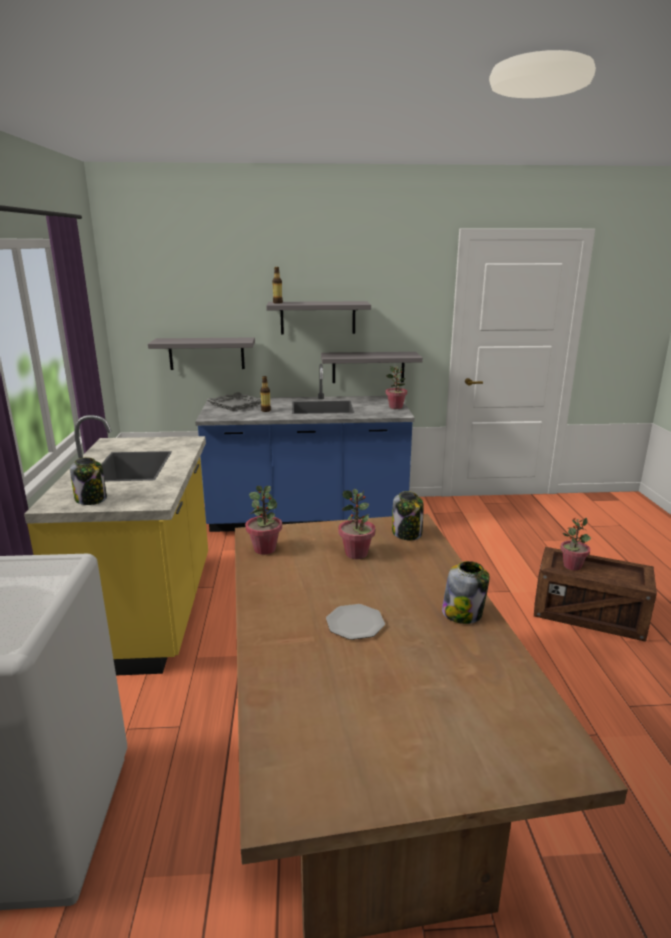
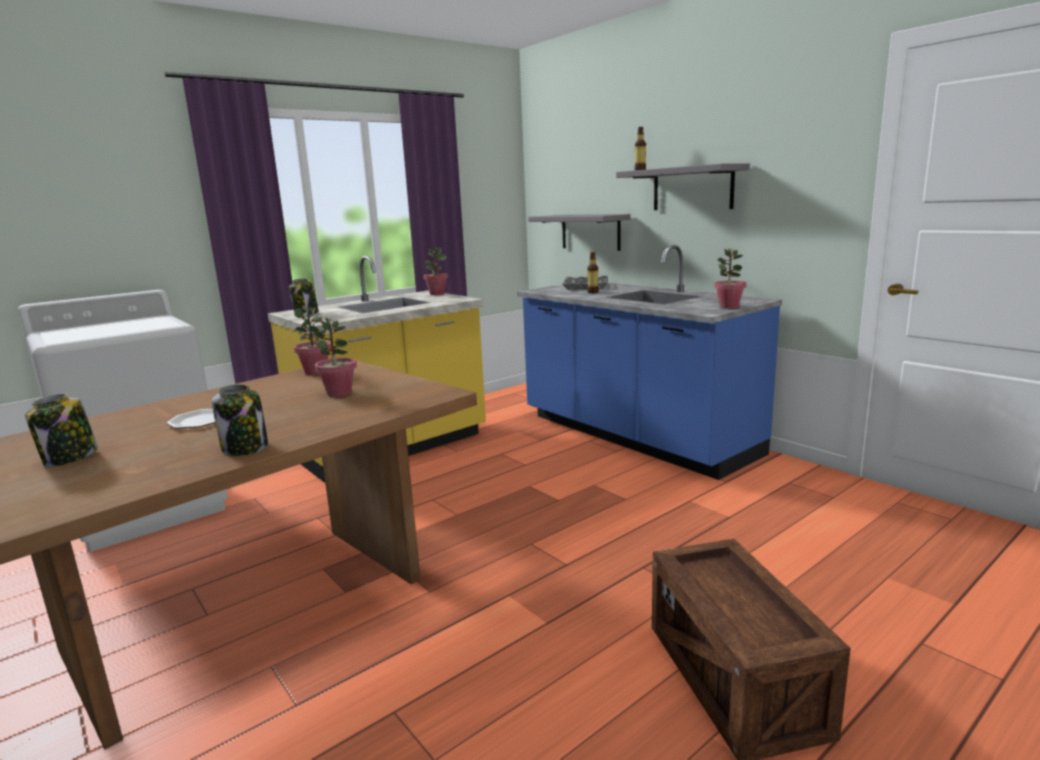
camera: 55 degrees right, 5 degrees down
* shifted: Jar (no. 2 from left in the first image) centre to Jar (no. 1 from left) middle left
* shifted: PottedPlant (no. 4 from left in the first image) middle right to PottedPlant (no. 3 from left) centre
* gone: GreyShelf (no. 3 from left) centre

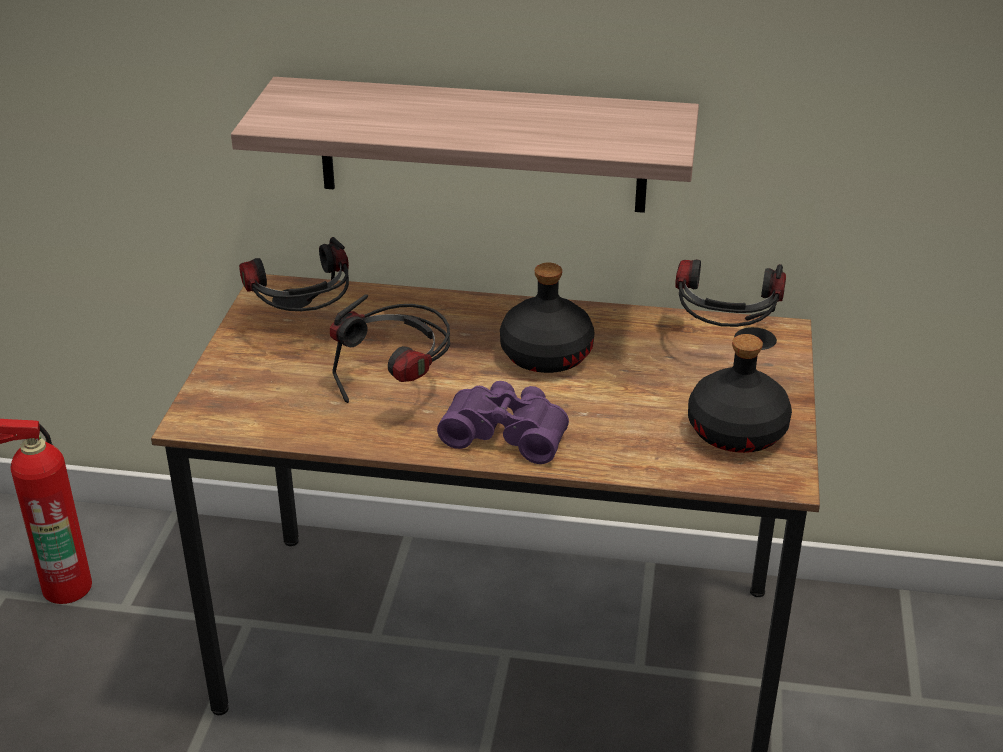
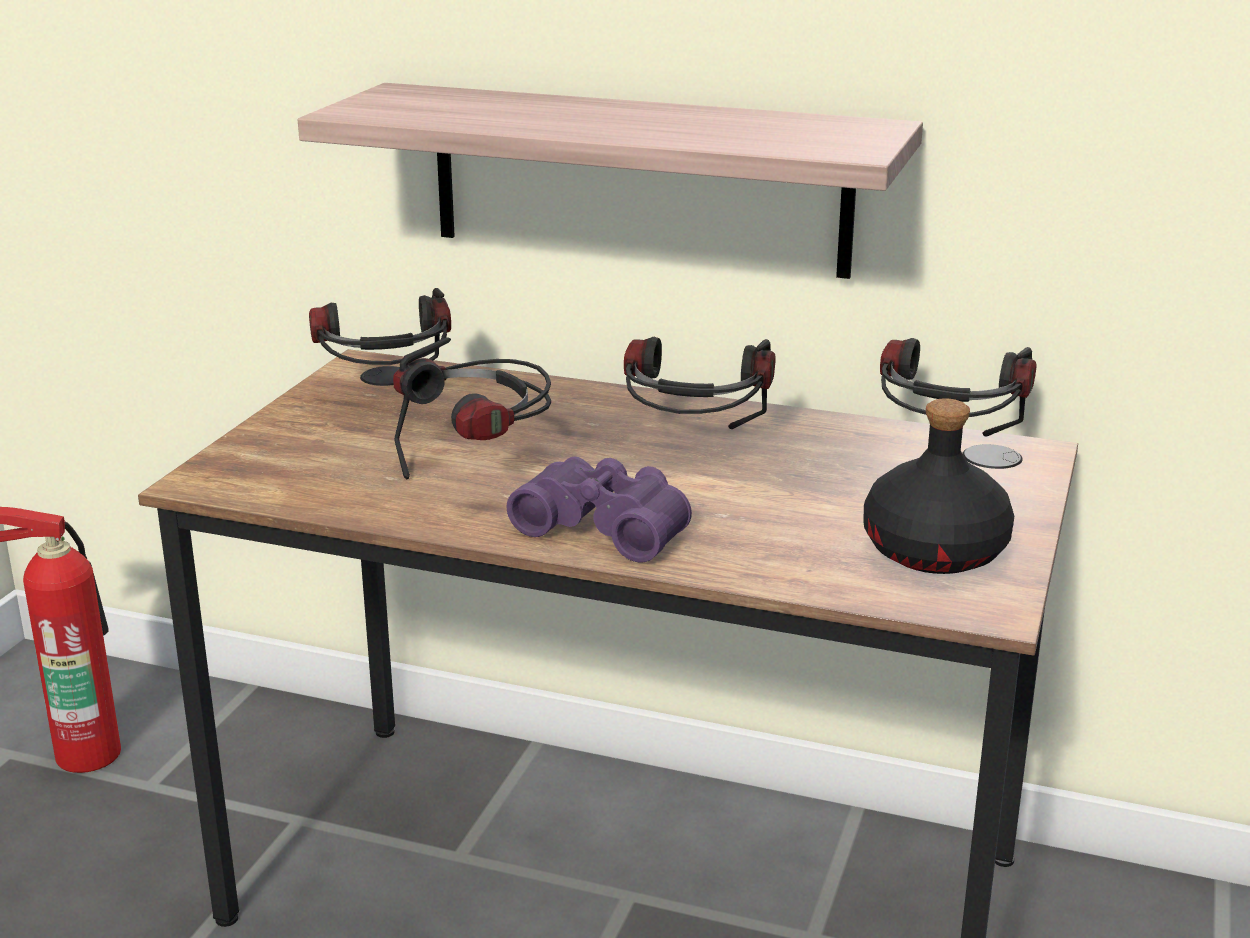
camera: 10 degrees right, 10 degrees down
* swapped: BlackBottle (no. 1 from left) centre to Headphones (no. 3 from left) centre

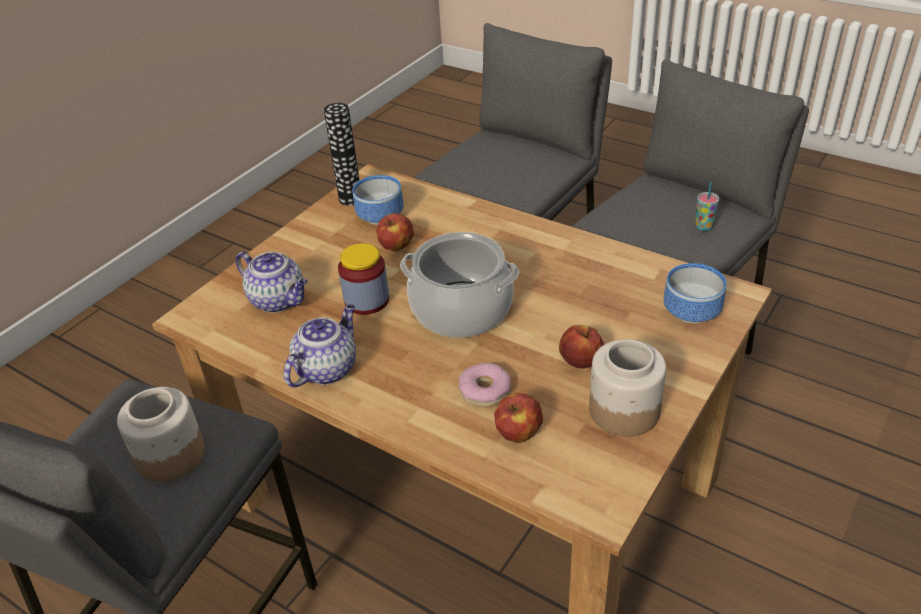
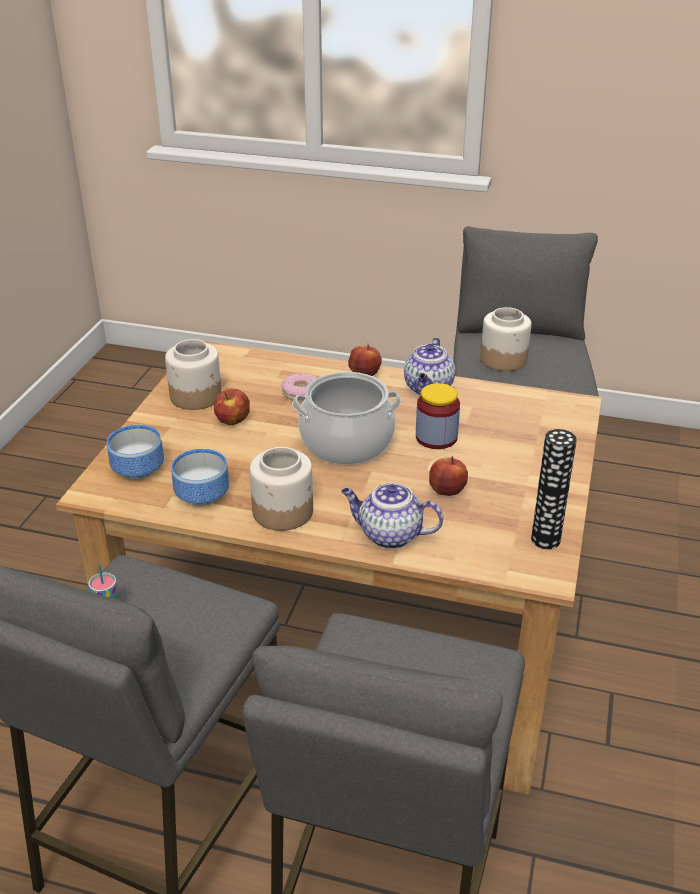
camera: 160 degrees right, 5 degrees down
* shifted: Bowl (no. 1 from left in the first image) top centre to Bowl (no. 2 from left) middle left
* new: Jar (no. 2 from left) centre
* shifted: Teapot (no. 1 from left) middle left to centre
* shifted: Apple (no. 2 from left) bottom centre to centre

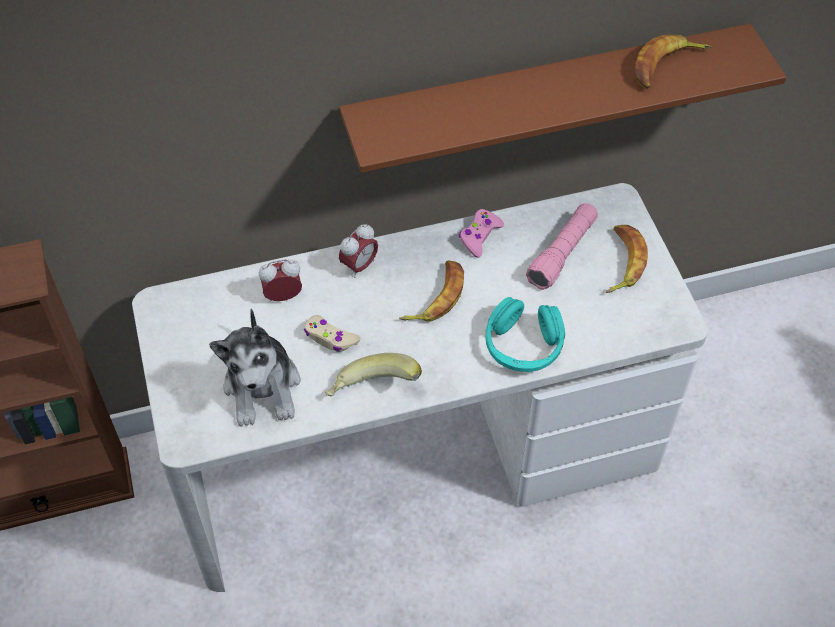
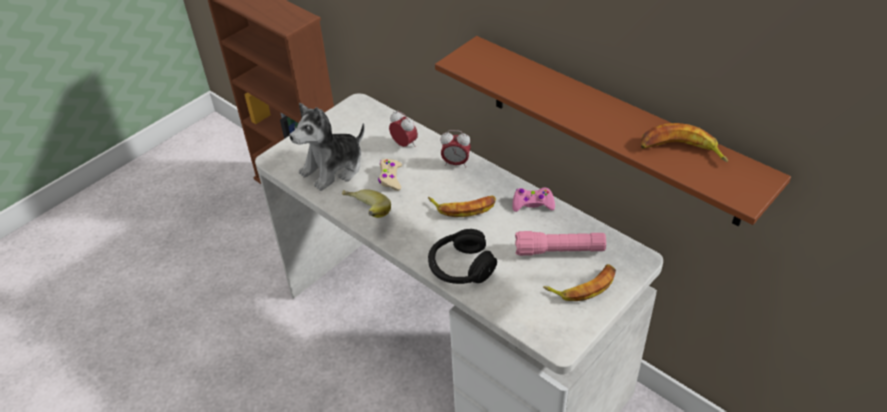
camera: 60 degrees right, 10 degrees down
* repainted: TurquoiseHeadphones centre to BlackHeadphones centre

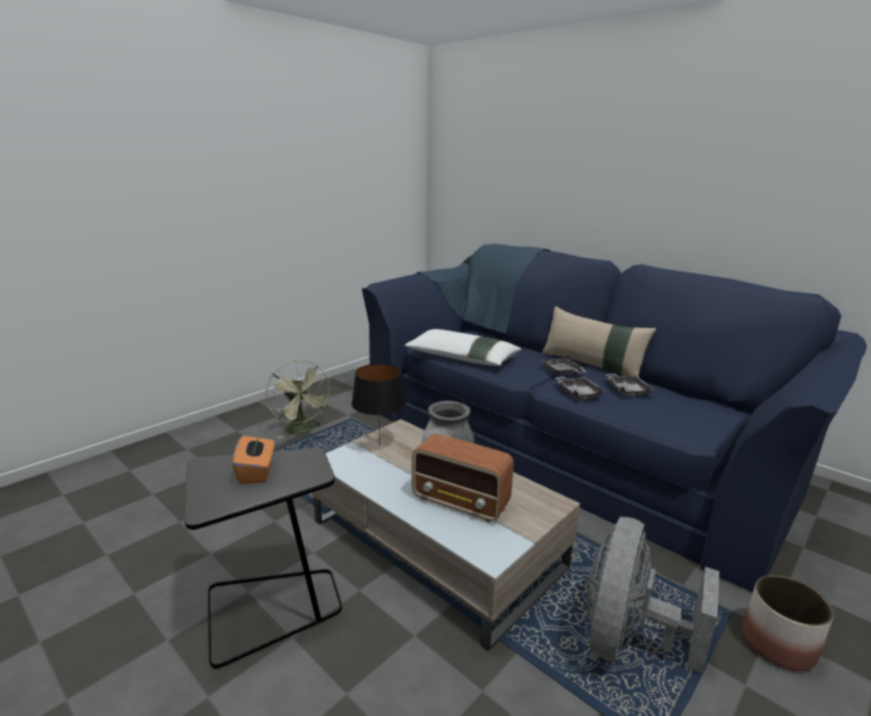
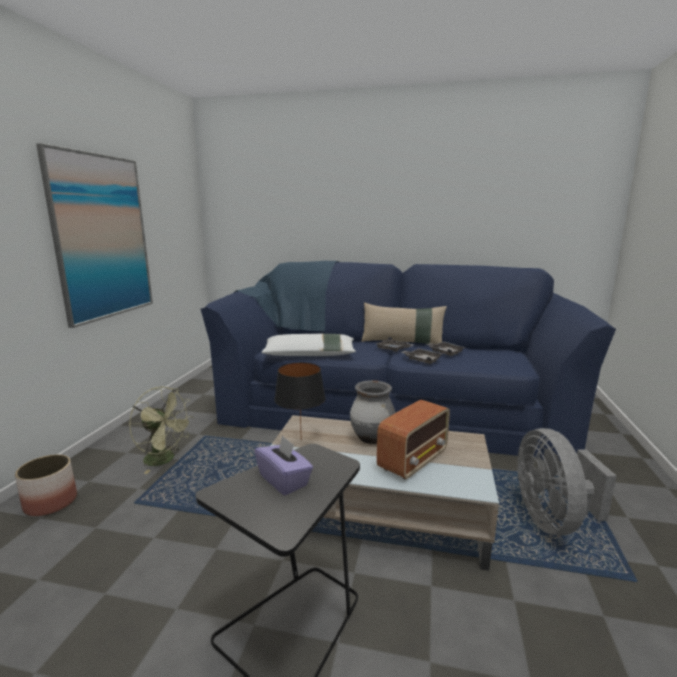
camera: 30 degrees left, 5 degrees down
* shifted: Planter bottom right to bottom left
* new: Picture middle left
* repainted: OrangeTissueBox middle left to PurpleTissueBox bottom centre
* rotated: Radio bottom centre = centre 45 degrees counterclockwise

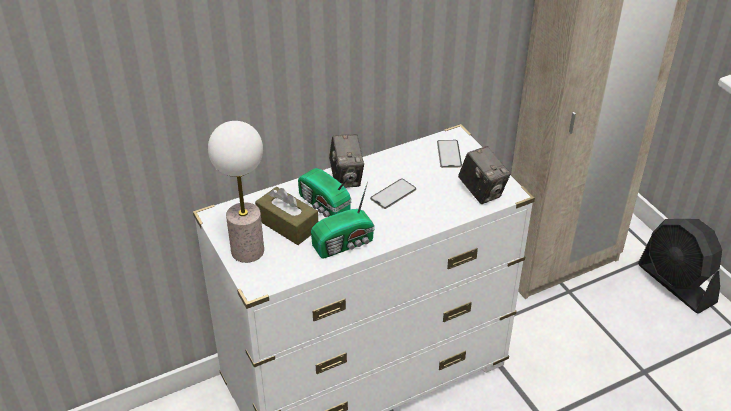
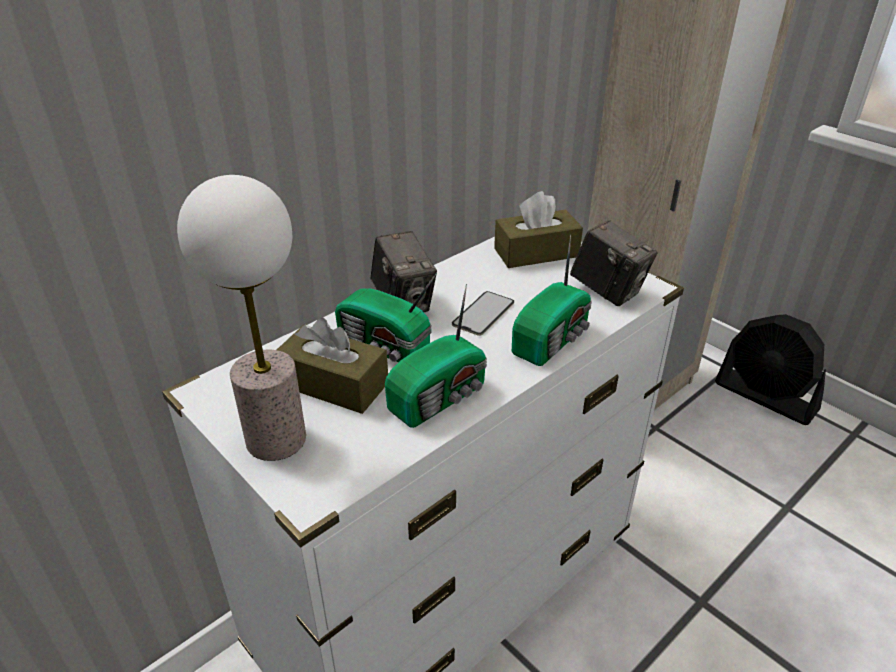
camera: 15 degrees left, 5 degrees down
* swapped: Phone (no. 2 from left) centre to BrownTissueBox (no. 2 from left) centre
* new: Radio (no. 3 from left) centre

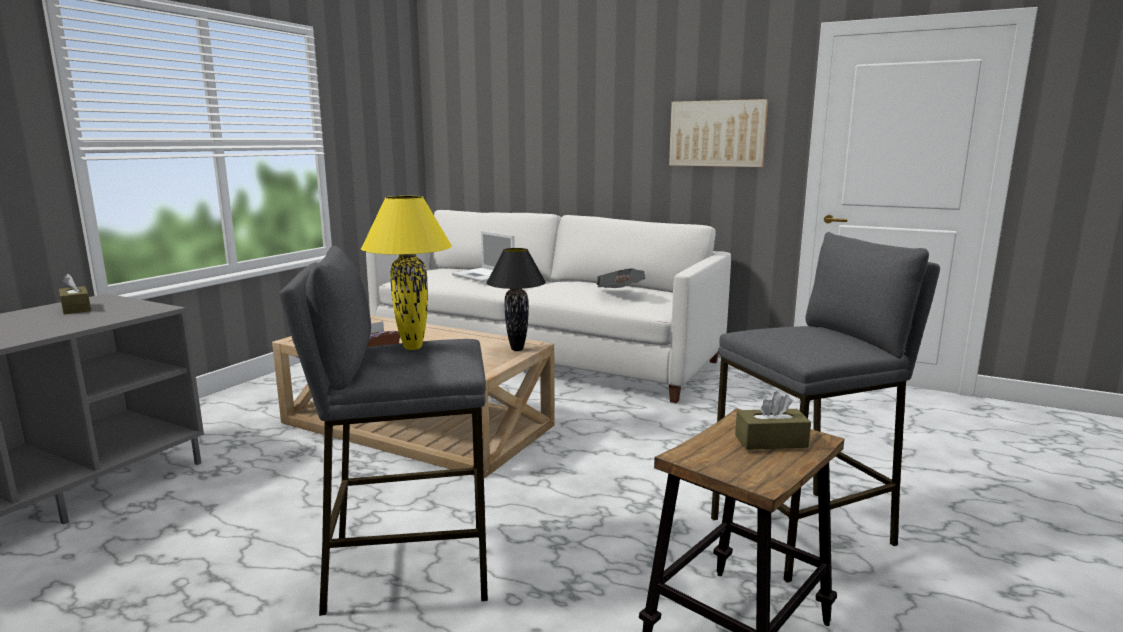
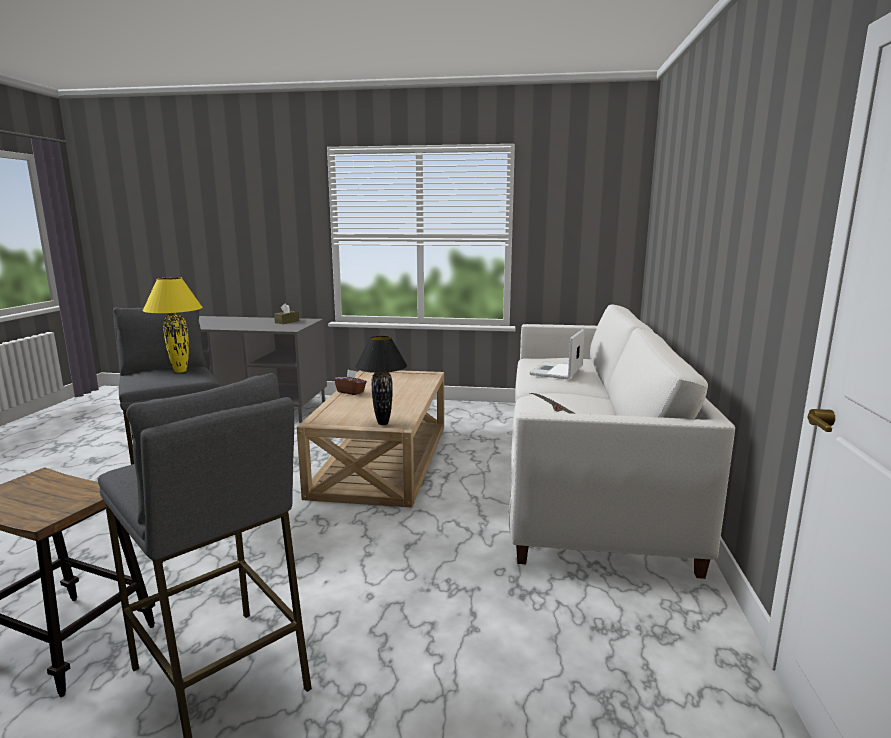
camera: 70 degrees right, 0 degrees up
* gone: Picture top centre
* gone: BrownTissueBox (no. 3 from left) middle right

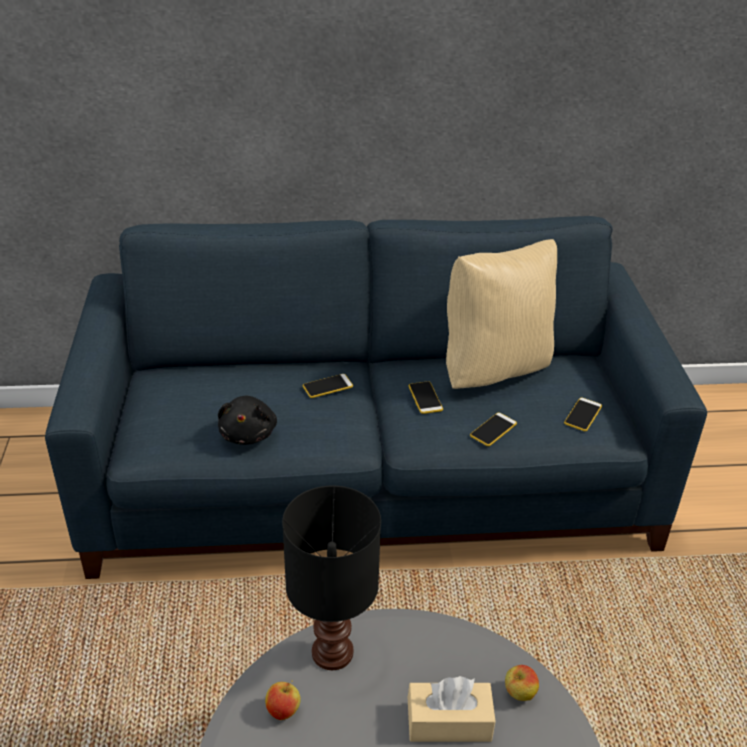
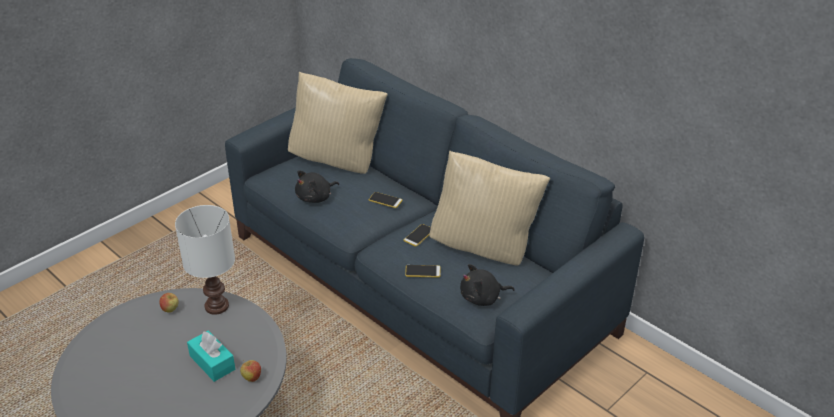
camera: 50 degrees right, 0 degrees up
* repainted: BlackTableLamp bottom centre to WhiteTableLamp middle left
* repainted: BeigeTissueBox bottom centre to TurquoiseTissueBox bottom left
* new: BeigePillow (no. 1 from left) top centre
* swapped: Phone (no. 4 from left) middle right to BlackPlushToy (no. 2 from left) bottom centre

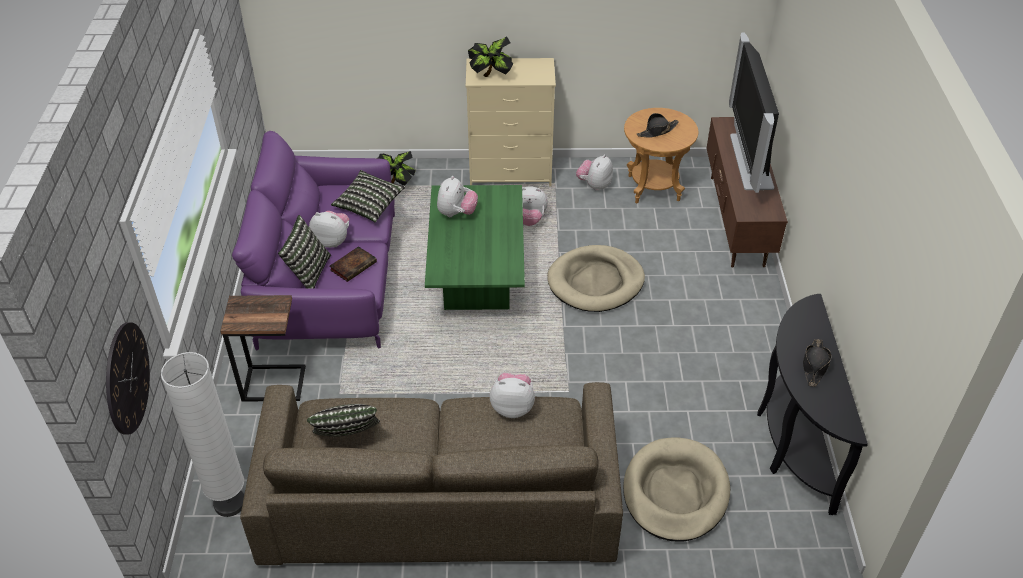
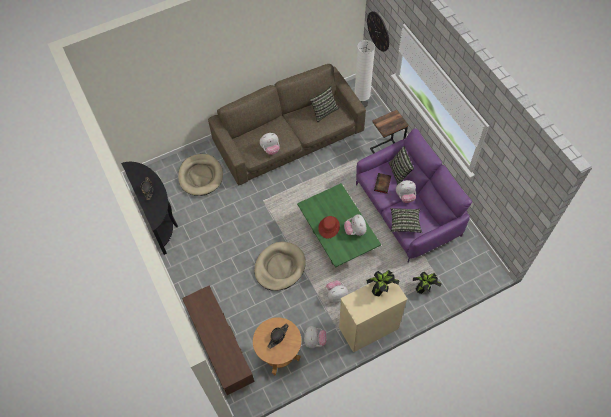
camera: 155 degrees right, 15 degrees up
* new: RedHat centre
* gone: Television top right

